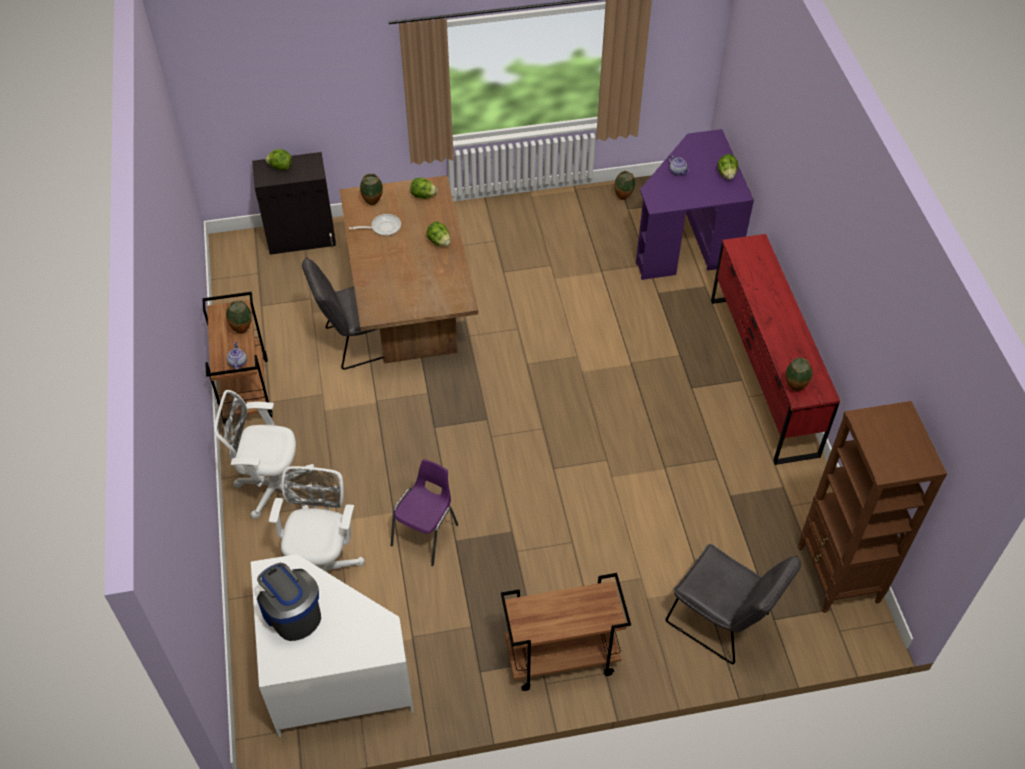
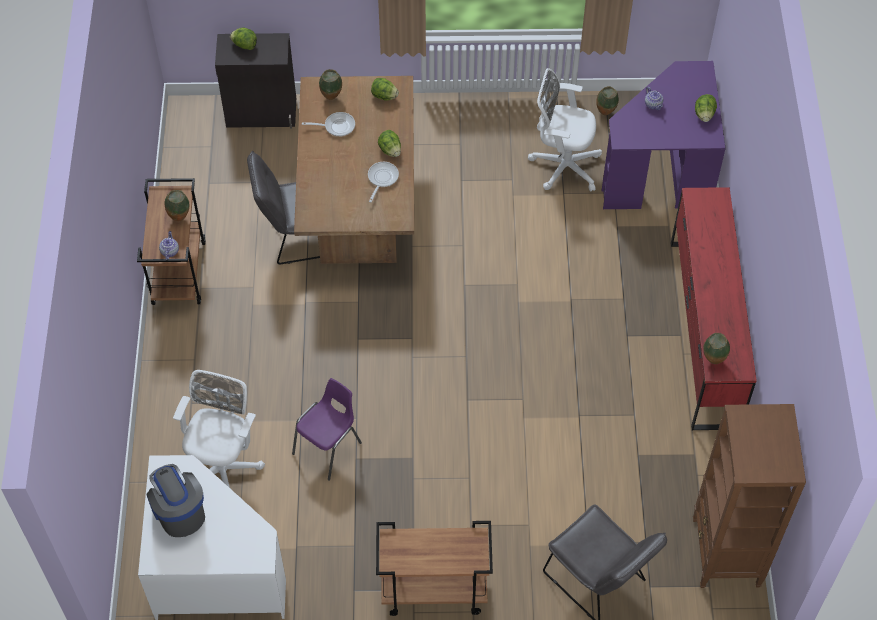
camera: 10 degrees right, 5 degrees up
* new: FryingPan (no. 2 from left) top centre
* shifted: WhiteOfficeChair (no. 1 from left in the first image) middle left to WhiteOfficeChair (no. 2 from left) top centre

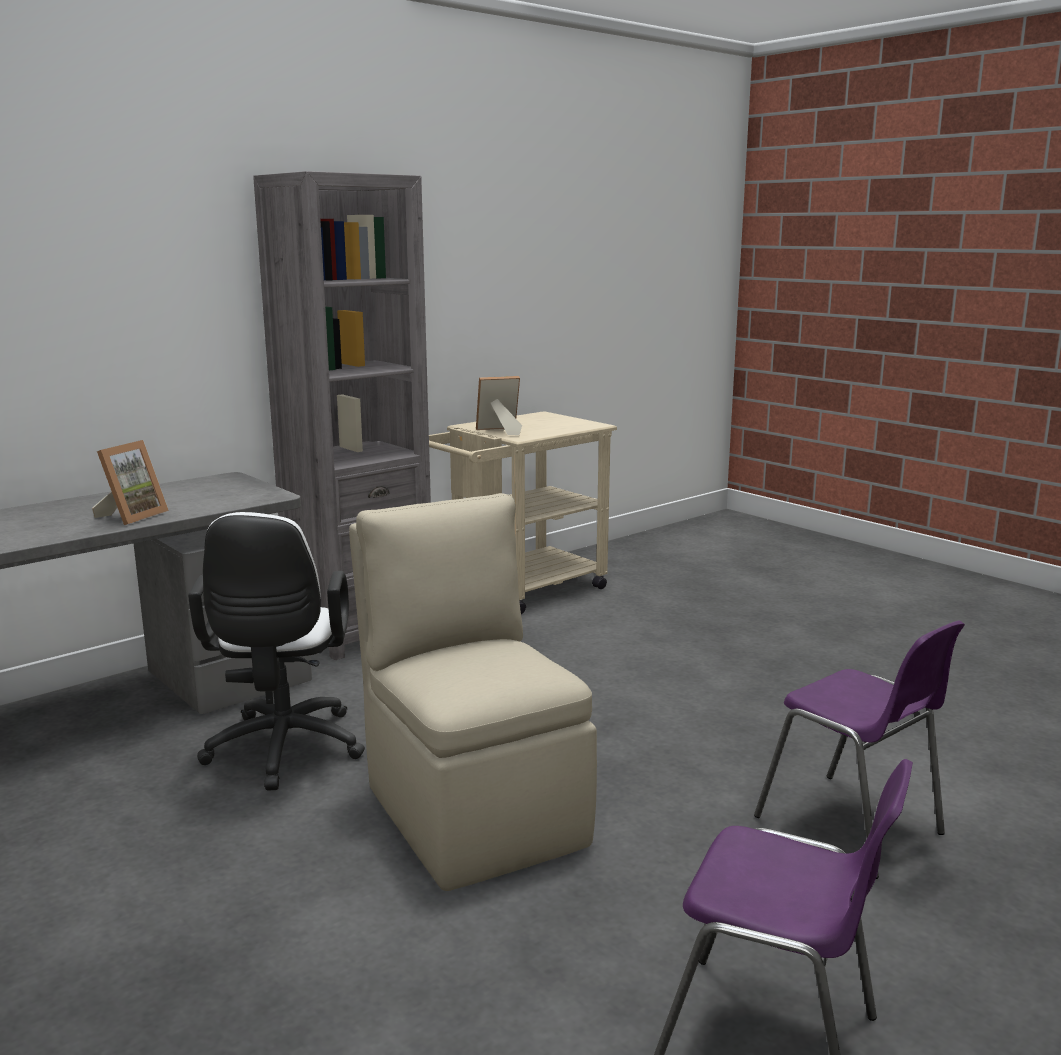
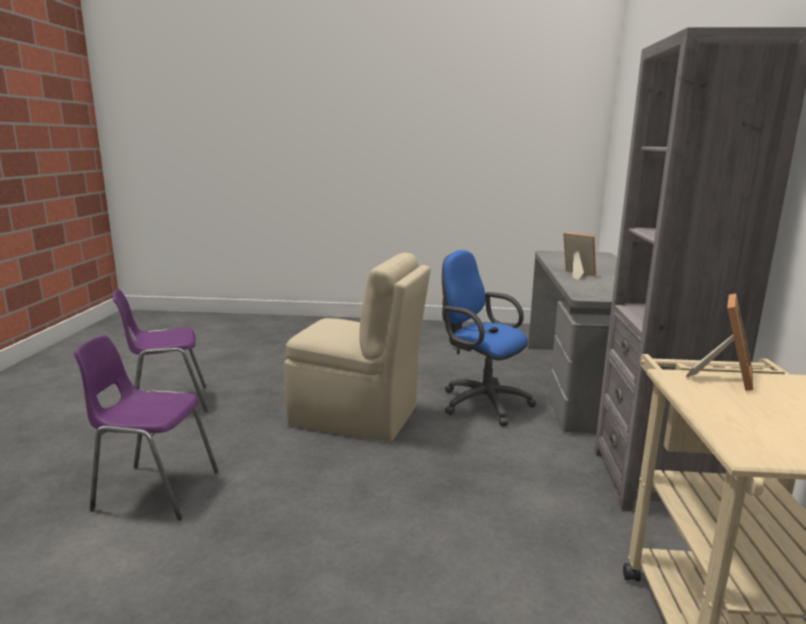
camera: 135 degrees right, 0 degrees up
* repainted: WhiteOfficeChair middle left to BlueOfficeChair centre
* rotated: PictureFrame (no. 1 from left) middle left = middle right 150 degrees clockwise

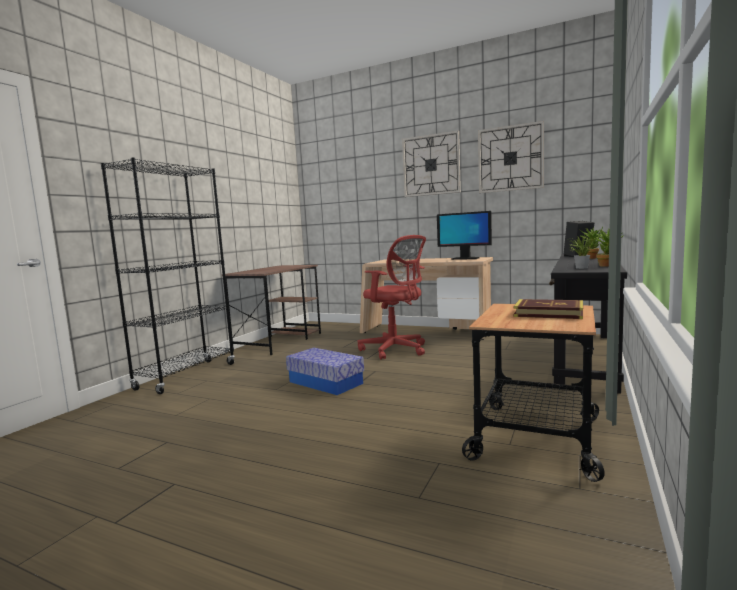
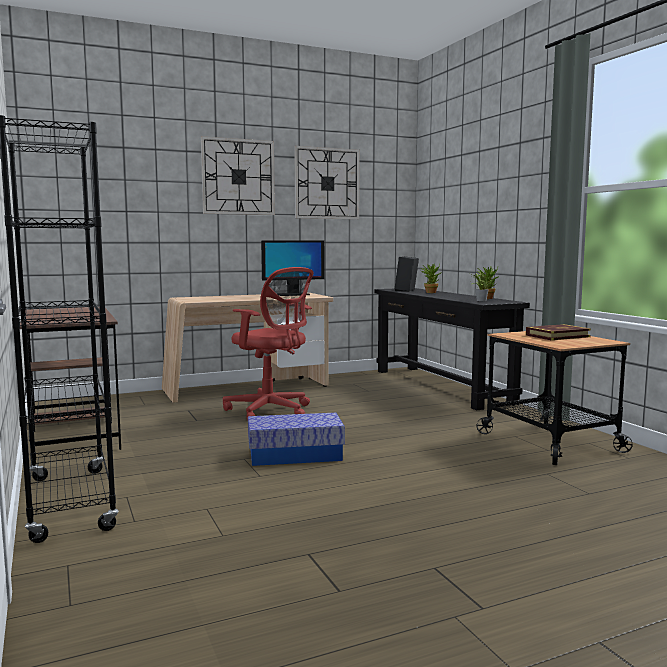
camera: 50 degrees left, 0 degrees up
* rotated: RedOfficeChair centre = centre 45 degrees clockwise

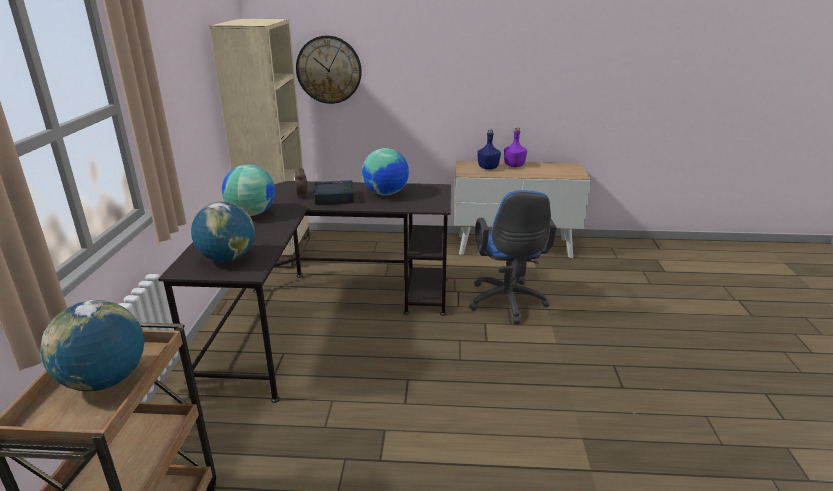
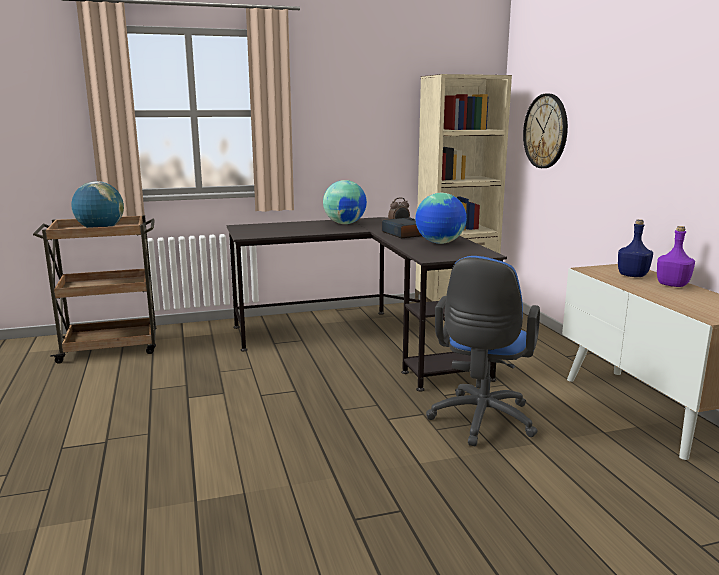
camera: 70 degrees right, 10 degrees down
* rotated: BlueOfficeChair centre = middle right 45 degrees counterclockwise
* gone: Globe (no. 2 from left) middle left

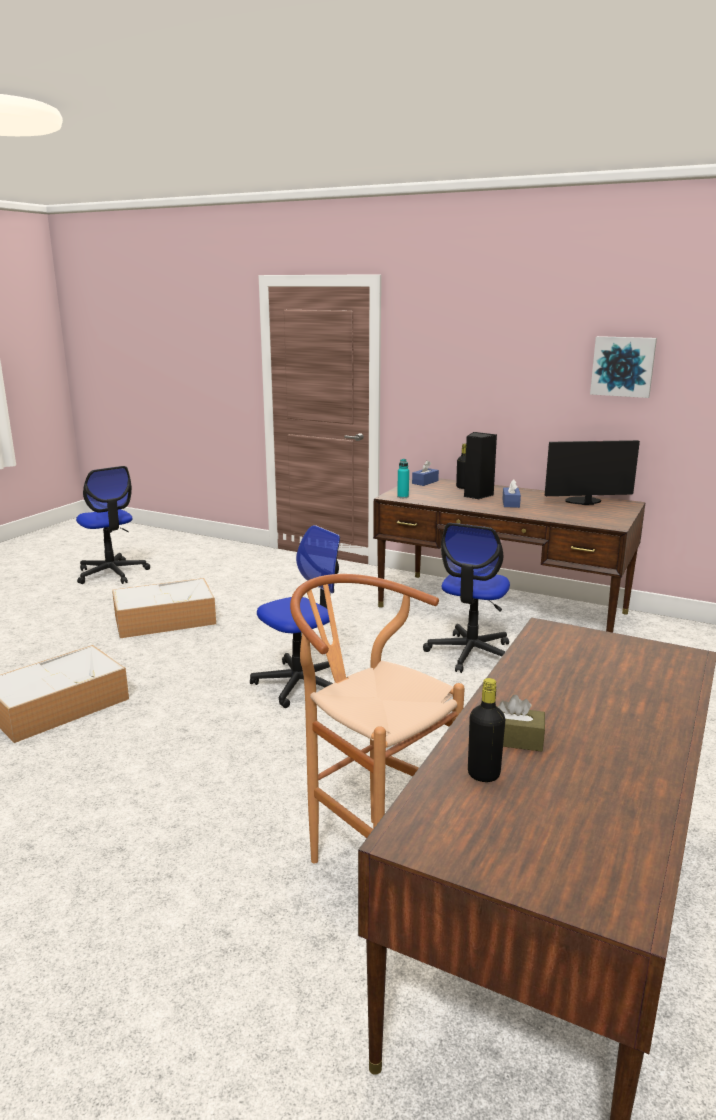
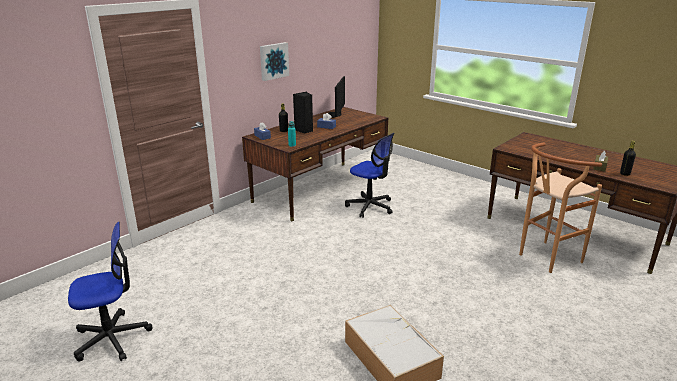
camera: 75 degrees left, 5 degrees up
* shifted: Picture top right to top centre
* gone: StorageBox (no. 2 from left) middle left
* gone: OfficeChair (no. 2 from left) centre

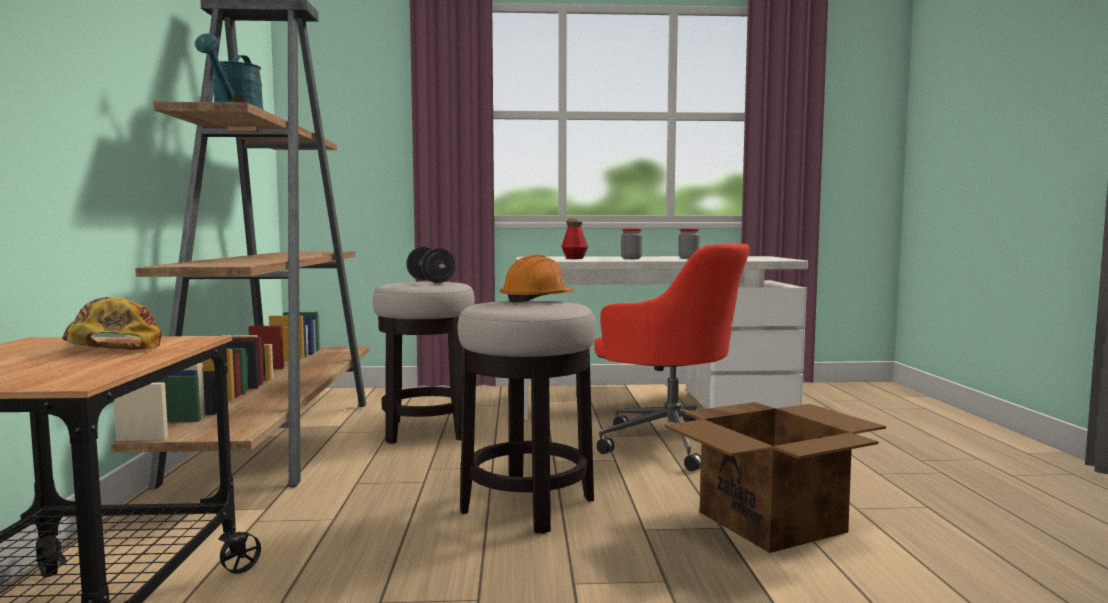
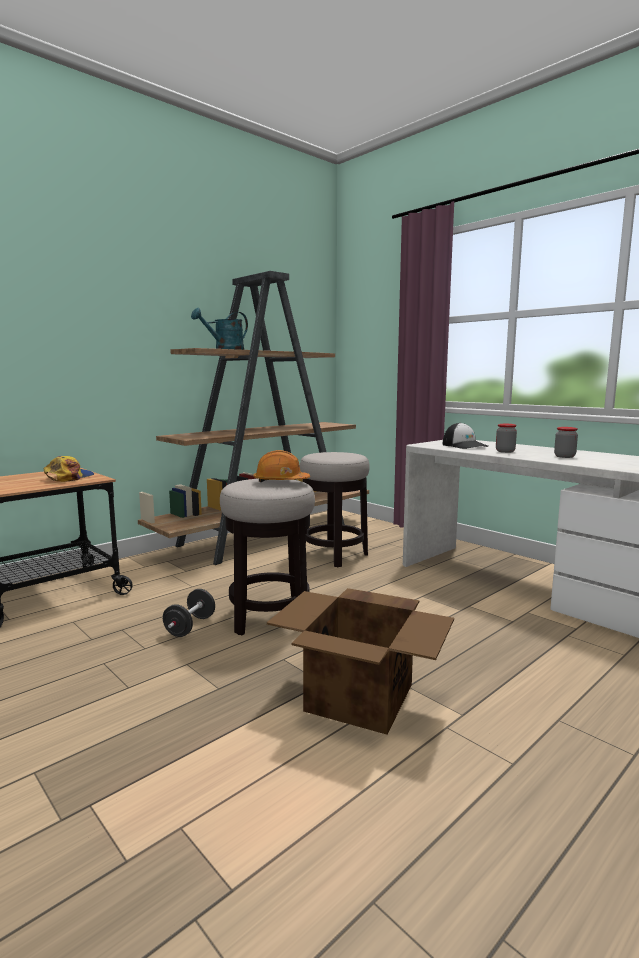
camera: 50 degrees right, 5 degrees up
* shifted: BlackDumbbell centre to middle left
* swapped: Bottle centre to Cap (no. 2 from left) middle right
* gone: RedOfficeChair centre

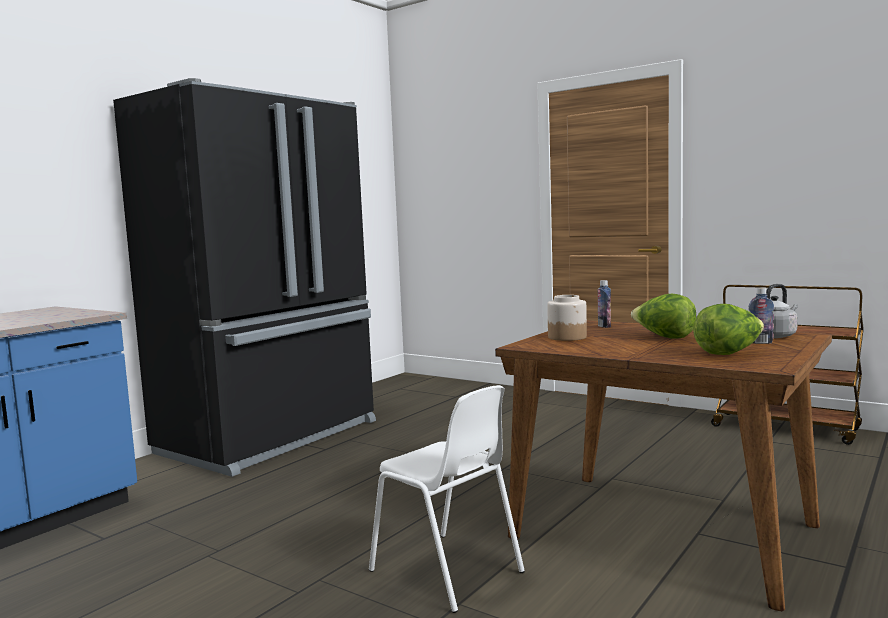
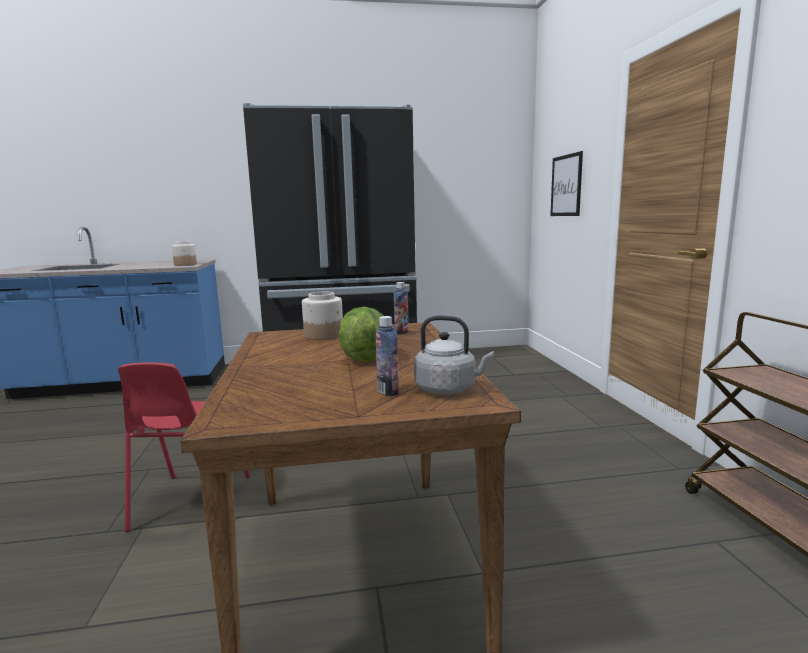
camera: 45 degrees right, 5 degrees up
* repainted: WhiteChair bottom centre to RedChair bottom left
* new: Jar (no. 1 from left) middle left
* new: Picture top right
* gone: Lettuce (no. 2 from left) middle right

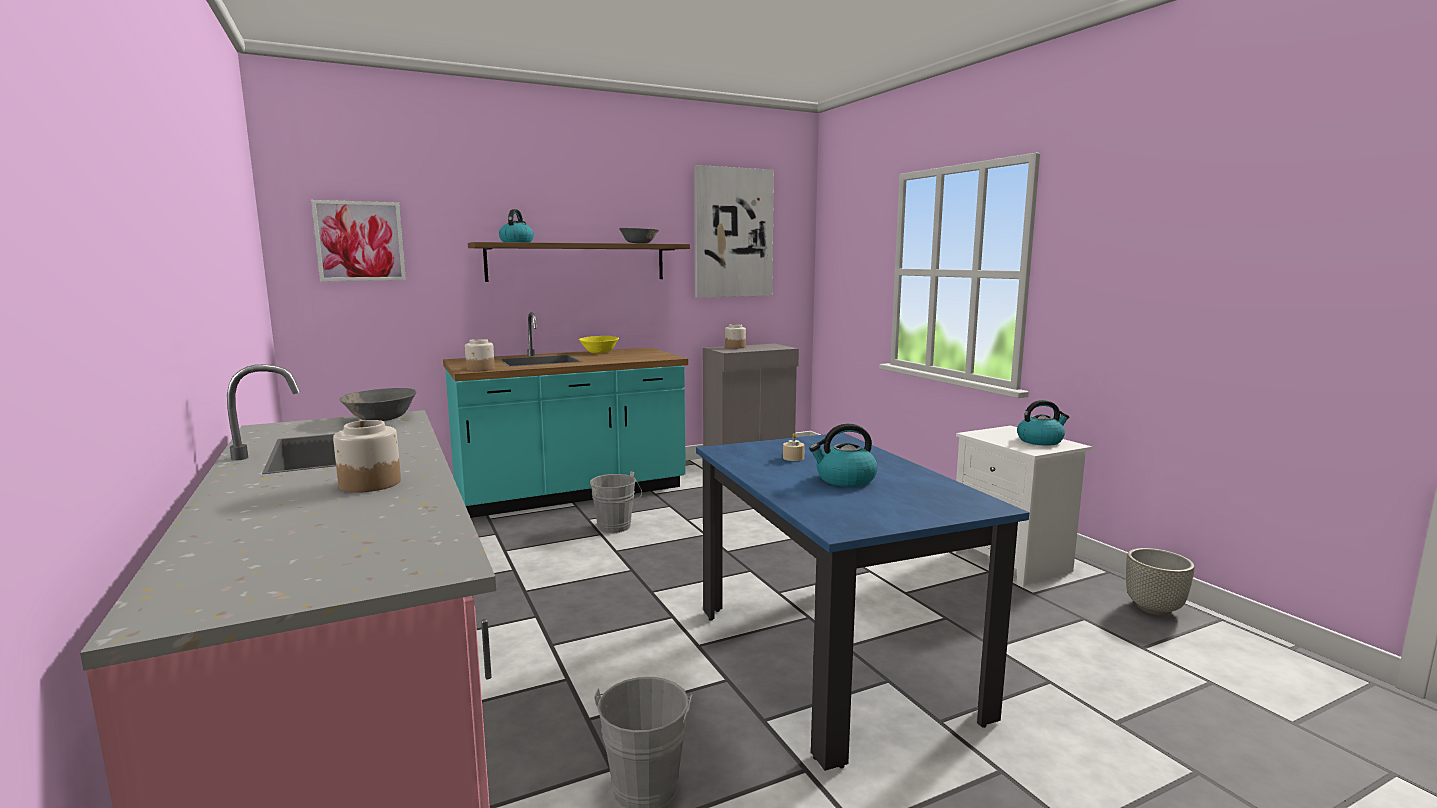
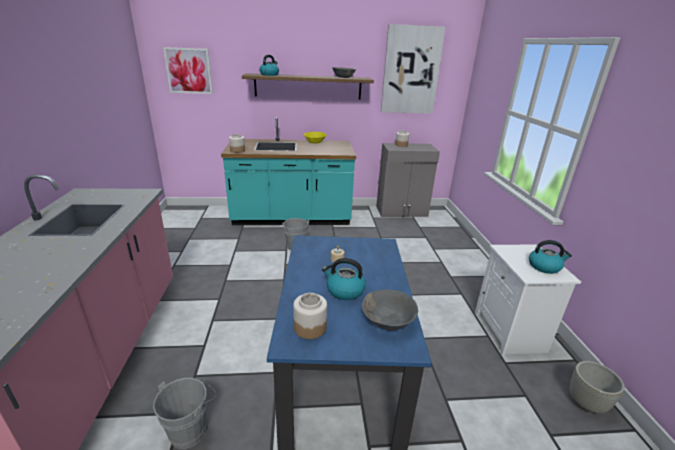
camera: 20 degrees right, 15 degrees up
* shifted: Jar (no. 1 from left in the first image) middle left to Jar (no. 2 from left) bottom centre
* shifted: GreyBowl (no. 1 from left in the first image) middle left to GreyBowl (no. 2 from left) bottom centre

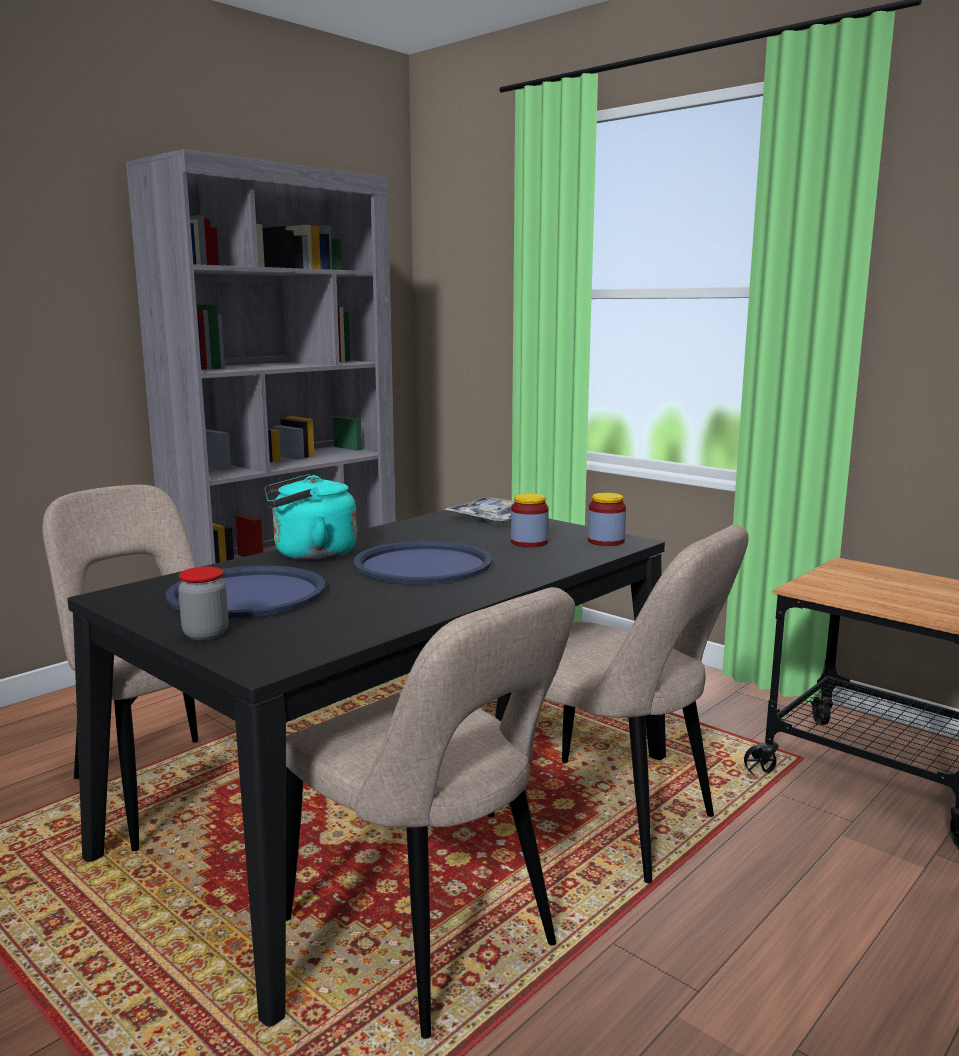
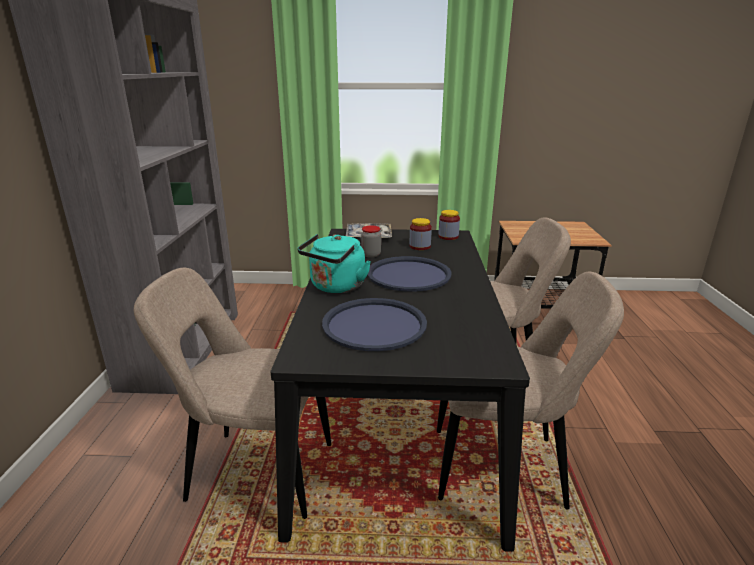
camera: 40 degrees left, 10 degrees up
* shifted: Jar (no. 1 from left) middle left to centre

